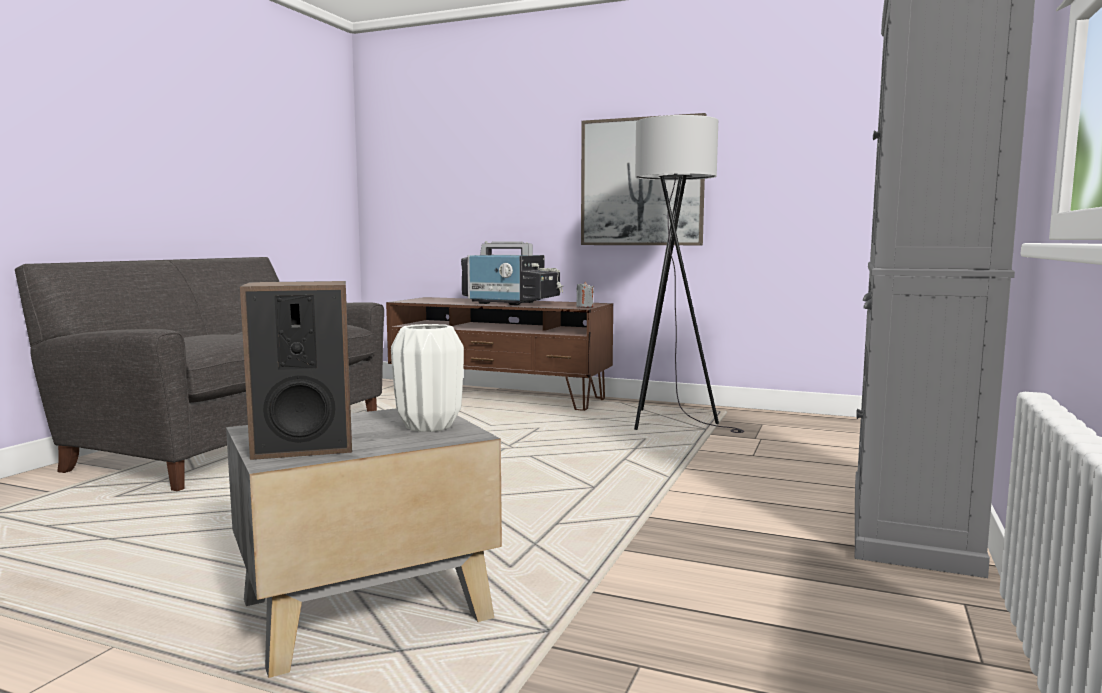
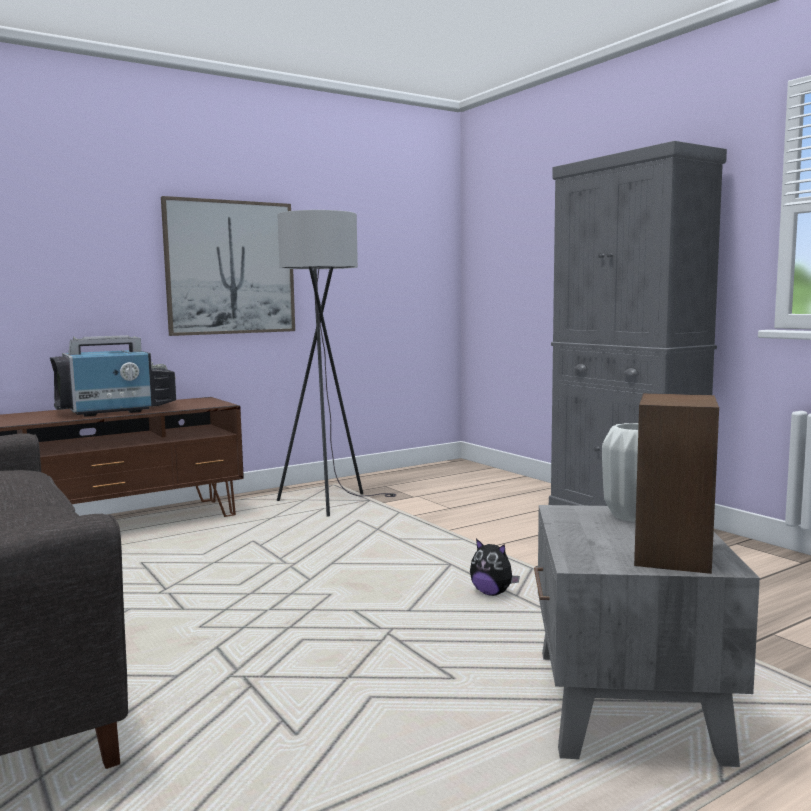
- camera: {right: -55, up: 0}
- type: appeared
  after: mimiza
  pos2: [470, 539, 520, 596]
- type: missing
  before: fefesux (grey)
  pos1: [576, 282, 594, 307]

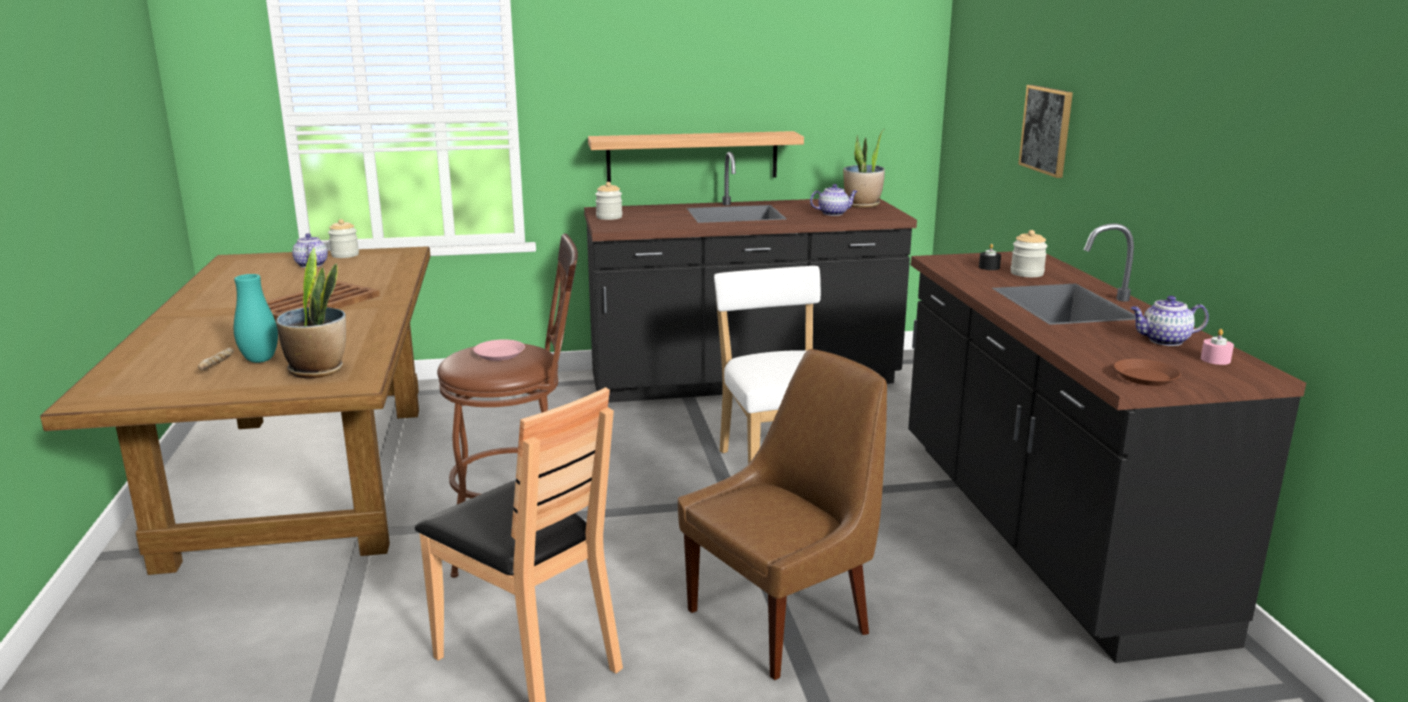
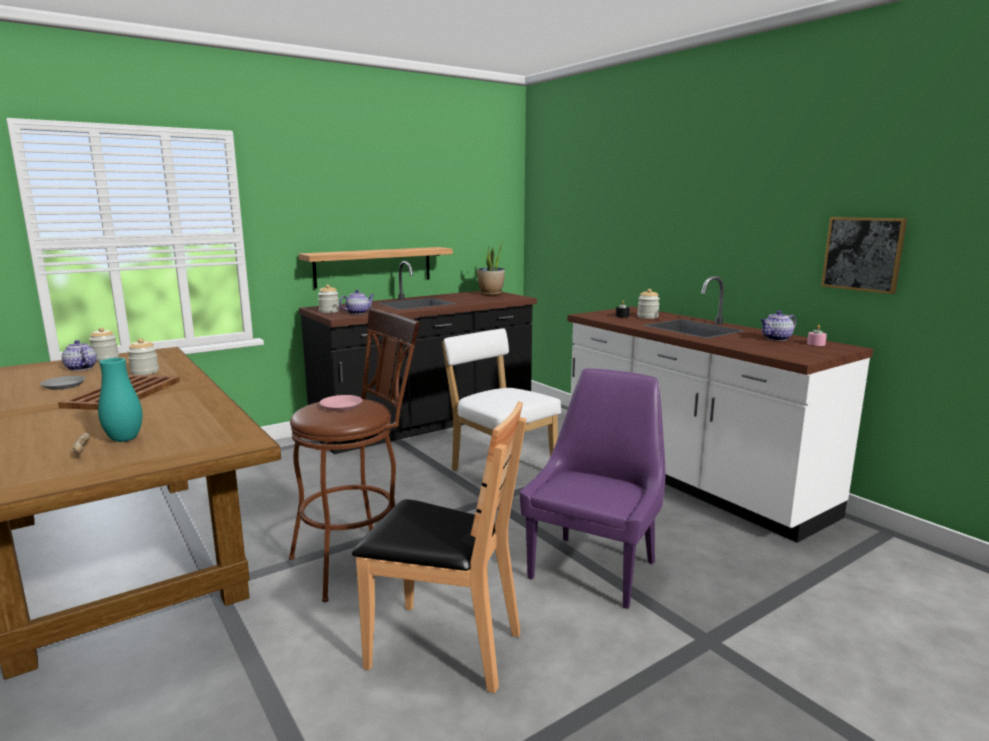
- camera: {right: -25, up: -5}
- type: appeared
  after: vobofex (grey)
  pos2: [40, 376, 86, 390]
- type: appeared
  after: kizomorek
  pos2: [127, 338, 159, 375]
- type: relocated
  before: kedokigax
  pos1: [810, 184, 858, 216]
  pos2: [339, 290, 375, 314]
- type: colour
  before: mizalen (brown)
  after: mizalen (purple)
  pos1: [678, 349, 887, 680]
  pos2: [520, 369, 665, 609]
- type: colour
  before: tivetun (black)
  after: tivetun (white)
  pos1: [908, 223, 1306, 663]
  pos2: [567, 276, 873, 543]
- type: relocated
  before: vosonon
  pos1: [1018, 85, 1073, 178]
  pos2: [821, 217, 907, 294]
- type: missing
  before: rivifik
  pos1: [276, 248, 346, 378]
- type: missing
  before: vobofex (brown)
  pos1: [1114, 359, 1181, 386]

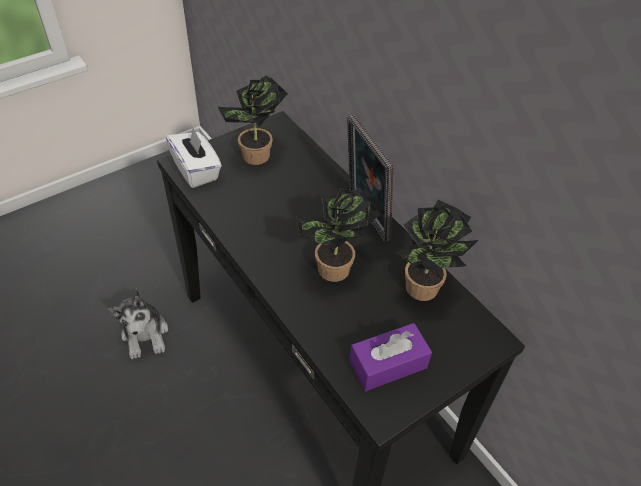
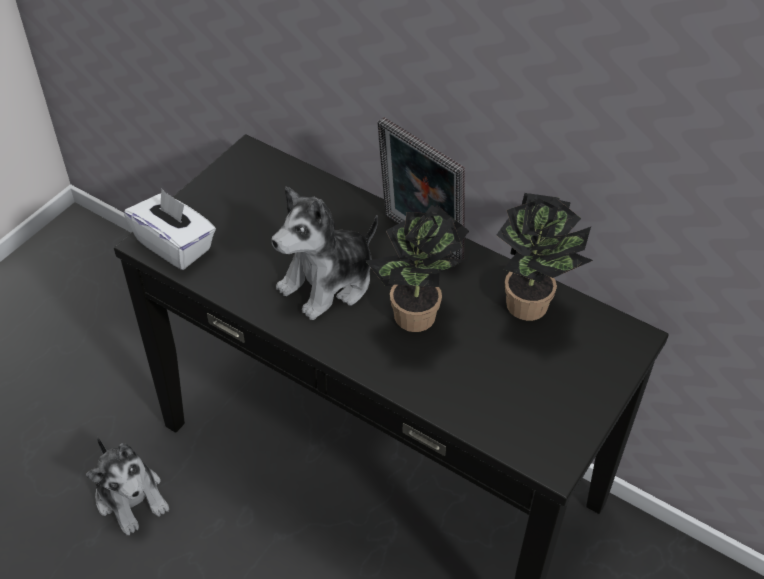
- camera: {right: -20, up: 0}
- type: appeared
  after: mimiza
  pos2: [272, 187, 378, 320]
- type: missing
  before: rivifik
  pos1: [218, 75, 288, 165]
- type: missing
  before: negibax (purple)
  pos1: [349, 323, 432, 391]

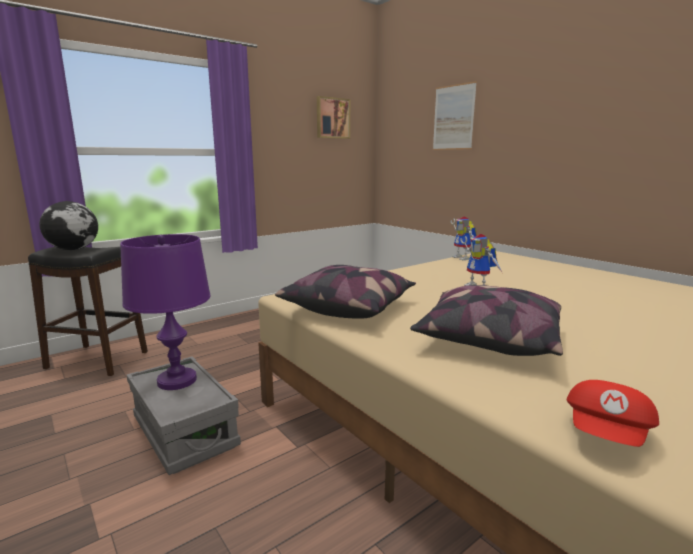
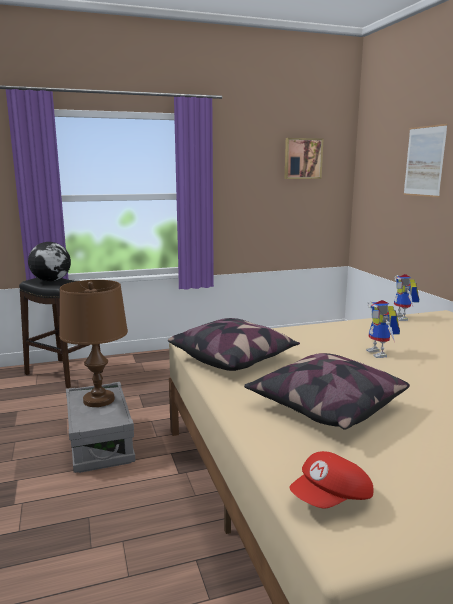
- camera: {right: 20, up: 0}
- type: colour
  before: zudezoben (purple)
  after: zudezoben (brown)
  pos1: [120, 234, 210, 390]
  pos2: [59, 280, 128, 407]

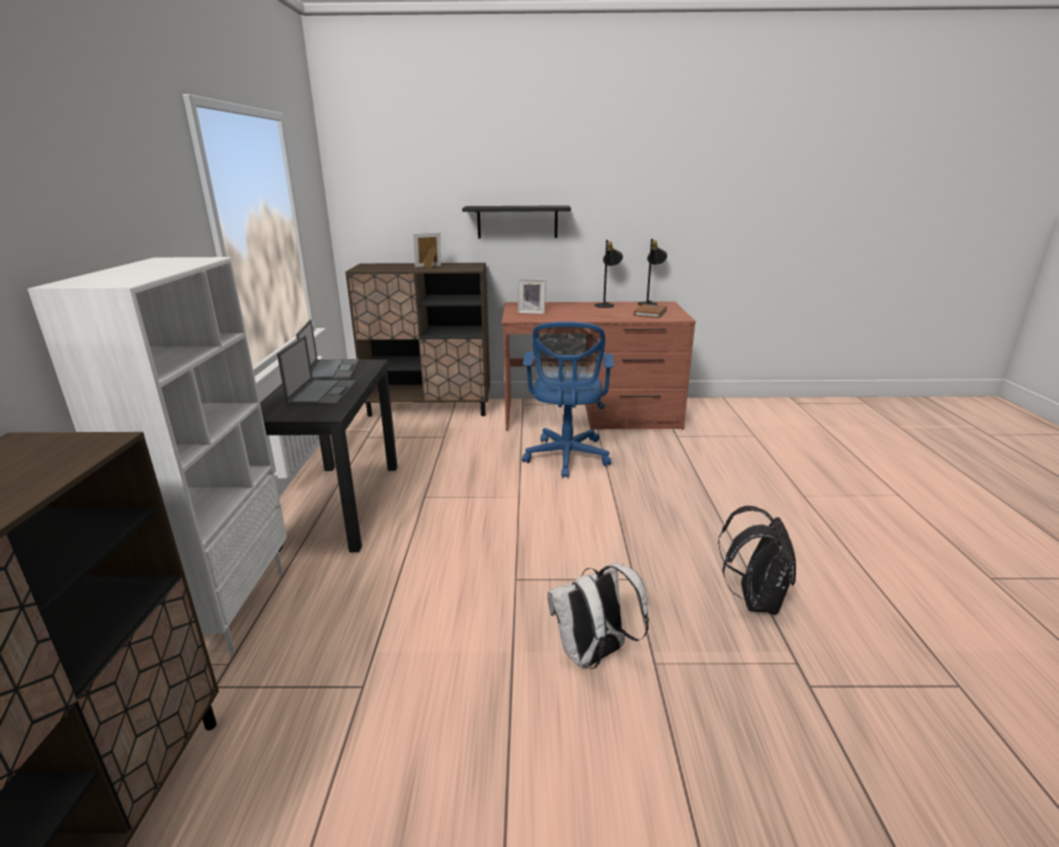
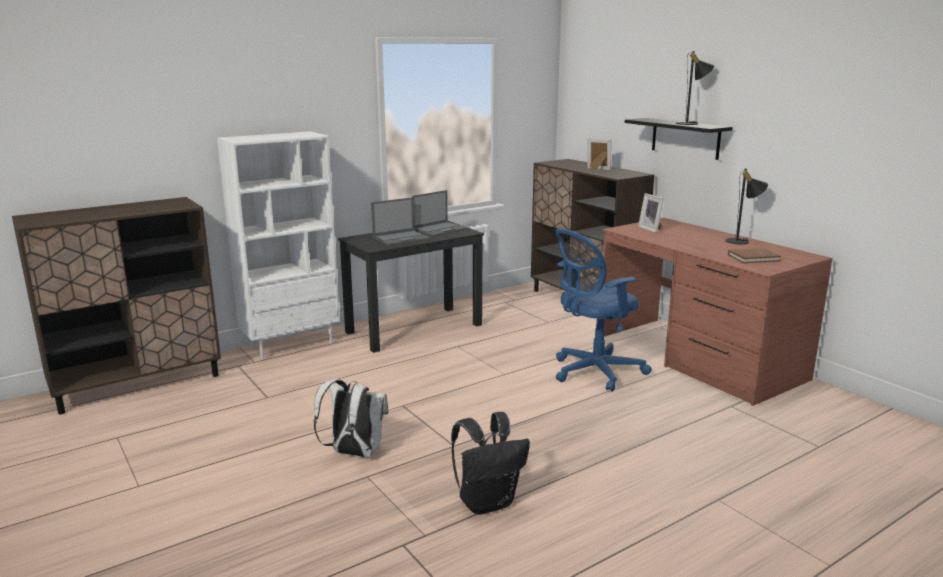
- camera: {right: 55, up: -5}
- type: relocated
  before: zudezoben (black)
  pos1: [637, 239, 667, 306]
  pos2: [676, 51, 715, 125]

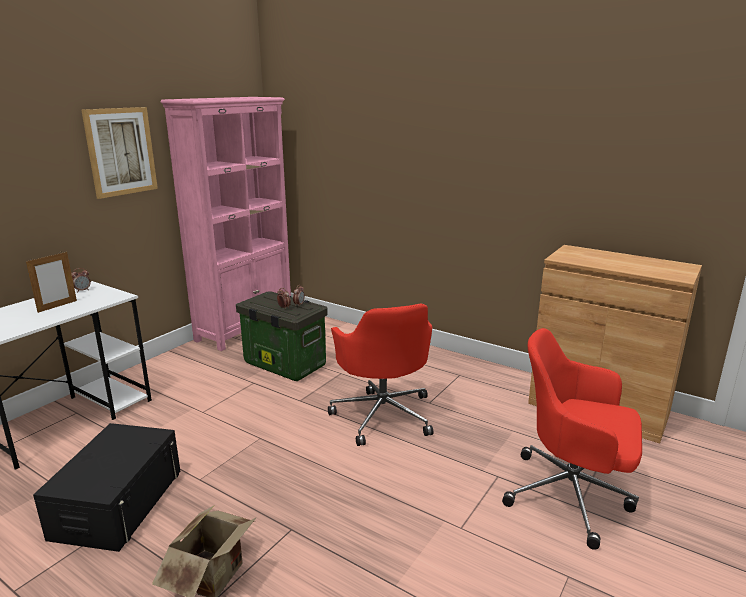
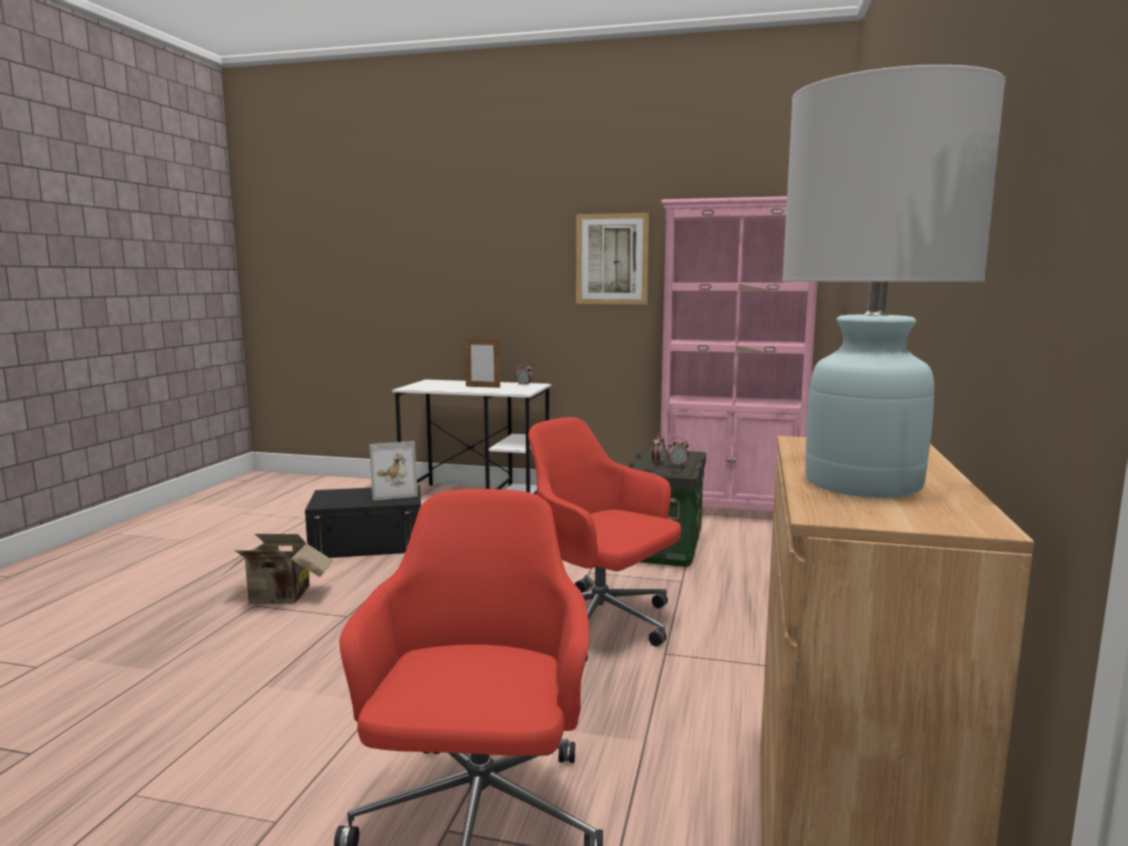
- camera: {right: 70, up: -10}
- type: appeared
  after: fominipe
  pos2: [369, 441, 418, 501]
- type: spun
  before: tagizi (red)
  pos1: [328, 304, 433, 446]
  pos2: [528, 417, 681, 662]
  turn: 75
- type: appeared
  after: zudezoben (white)
  pos2: [782, 65, 1005, 498]

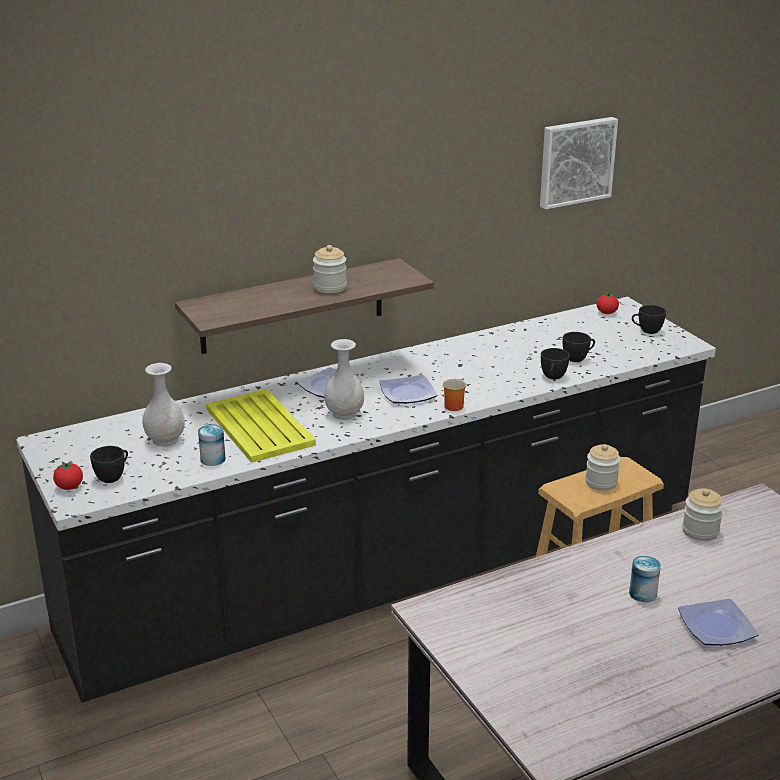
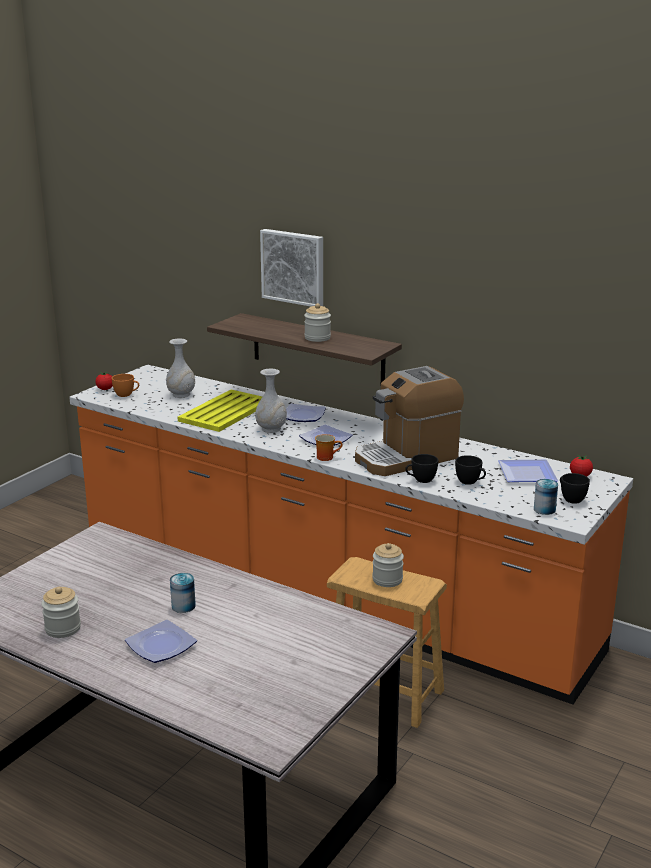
- camera: {right: 60, up: -5}
- type: relocated
  before: kizomorek
  pos1: [682, 489, 724, 541]
  pos2: [41, 587, 81, 638]
- type: colour
  before: tivetun (black)
  after: tivetun (orange)
  pos1: [16, 297, 716, 703]
  pos2: [69, 364, 633, 705]
- type: colour
  before: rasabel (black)
  after: rasabel (orange)
  pos1: [90, 446, 128, 483]
  pos2: [112, 374, 139, 397]
- type: relocated
  before: vosonon
  pos1: [540, 117, 618, 209]
  pos2: [260, 229, 323, 307]
- type: appeared
  after: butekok
  pos2: [355, 366, 464, 476]
- type: appeared
  after: vobofex
  pos2: [498, 460, 558, 482]
- type: relocated
  before: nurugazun
  pos1: [198, 424, 225, 466]
  pos2: [534, 479, 558, 515]

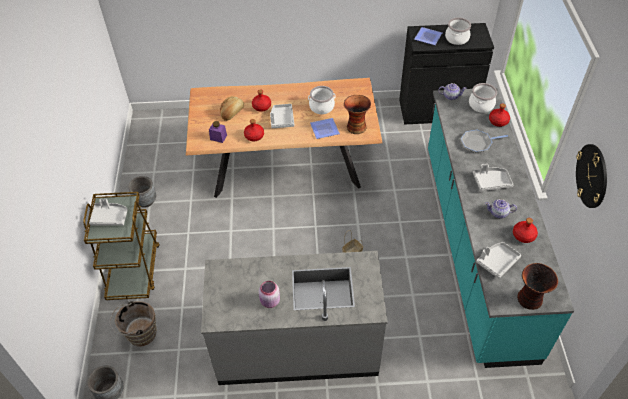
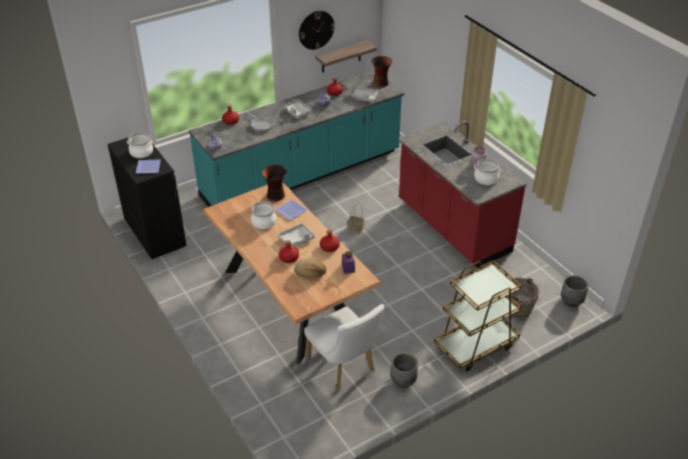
- camera: {right: -120, up: -10}
- type: appeared
  after: mizalen (white)
  pos2: [304, 304, 385, 391]
- type: appeared
  after: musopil
  pos2: [315, 40, 377, 72]
- type: colour
  before: tivetun (grey)
  after: tivetun (red)
  pos1: [201, 251, 388, 385]
  pos2: [398, 121, 527, 268]
- type: relocated
  before: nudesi
  pos1: [469, 83, 497, 113]
  pos2: [474, 158, 501, 185]
- type: missing
  before: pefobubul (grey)
  pos1: [89, 199, 128, 226]

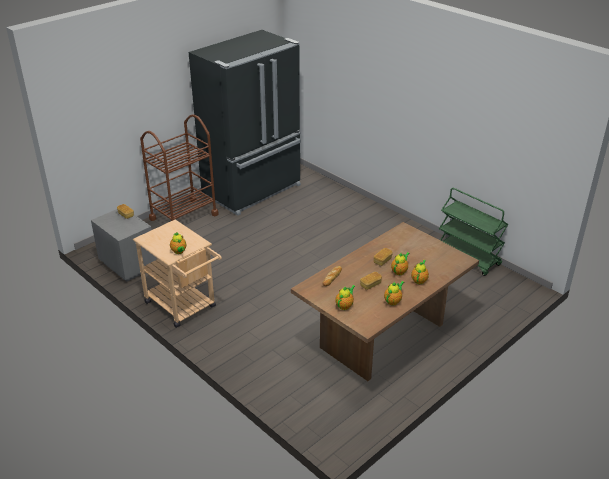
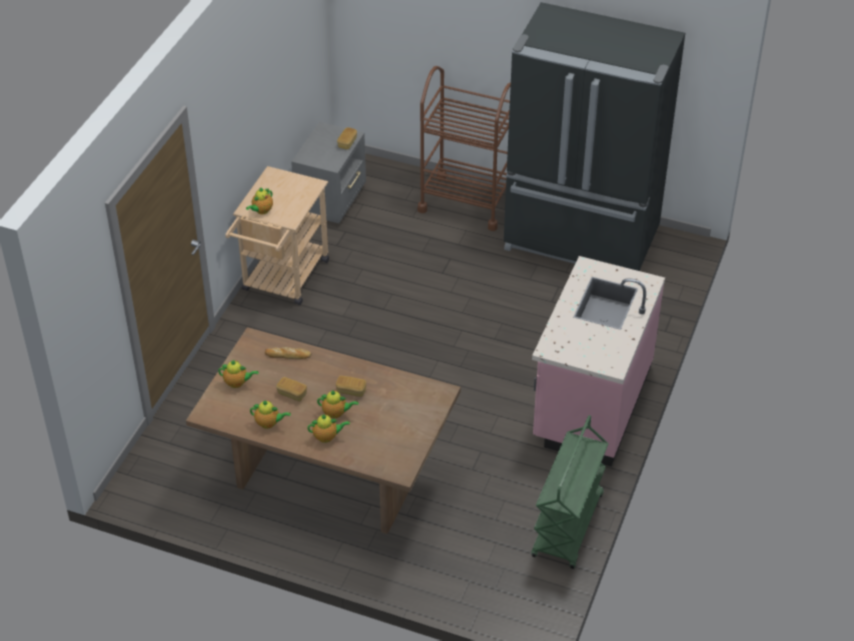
- camera: {right: 65, up: 10}
- type: appeared
  after: tivetun (pink)
  pos2: [532, 256, 665, 467]

